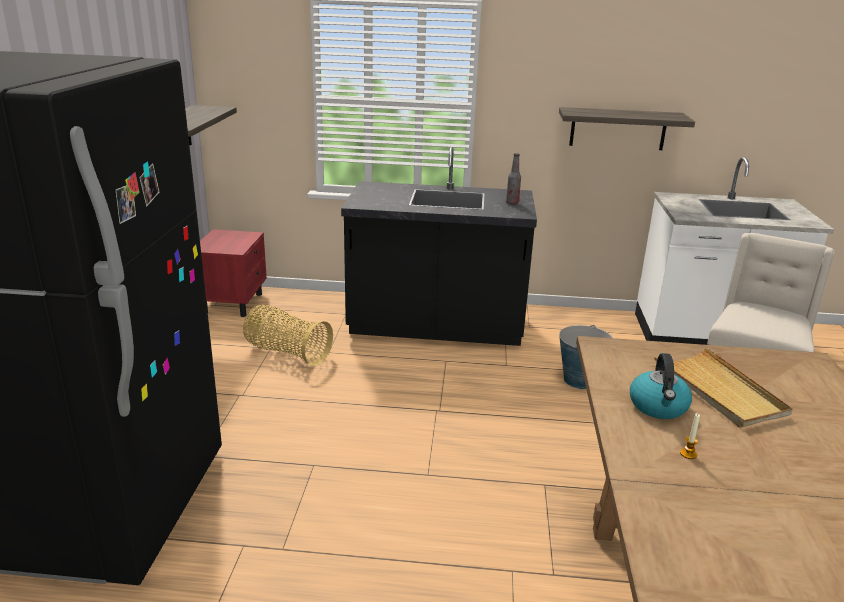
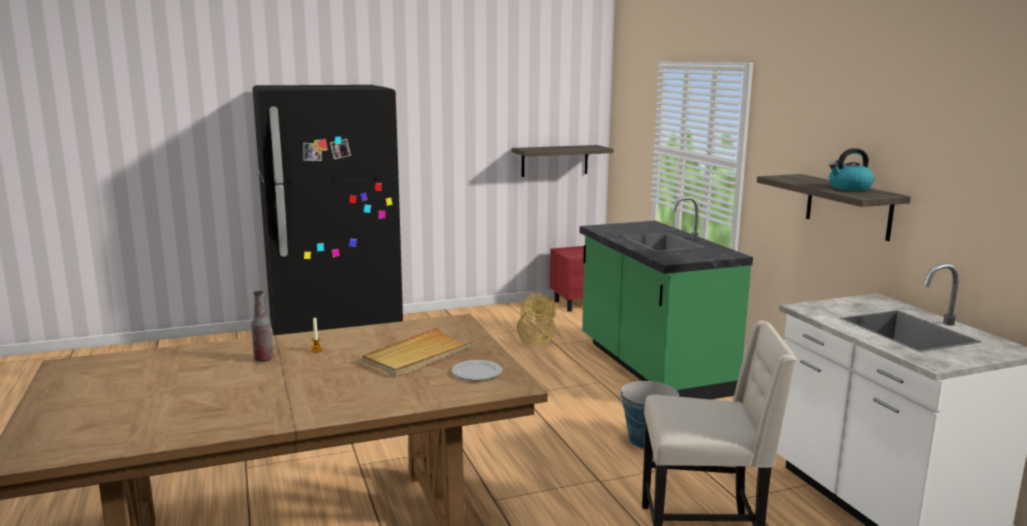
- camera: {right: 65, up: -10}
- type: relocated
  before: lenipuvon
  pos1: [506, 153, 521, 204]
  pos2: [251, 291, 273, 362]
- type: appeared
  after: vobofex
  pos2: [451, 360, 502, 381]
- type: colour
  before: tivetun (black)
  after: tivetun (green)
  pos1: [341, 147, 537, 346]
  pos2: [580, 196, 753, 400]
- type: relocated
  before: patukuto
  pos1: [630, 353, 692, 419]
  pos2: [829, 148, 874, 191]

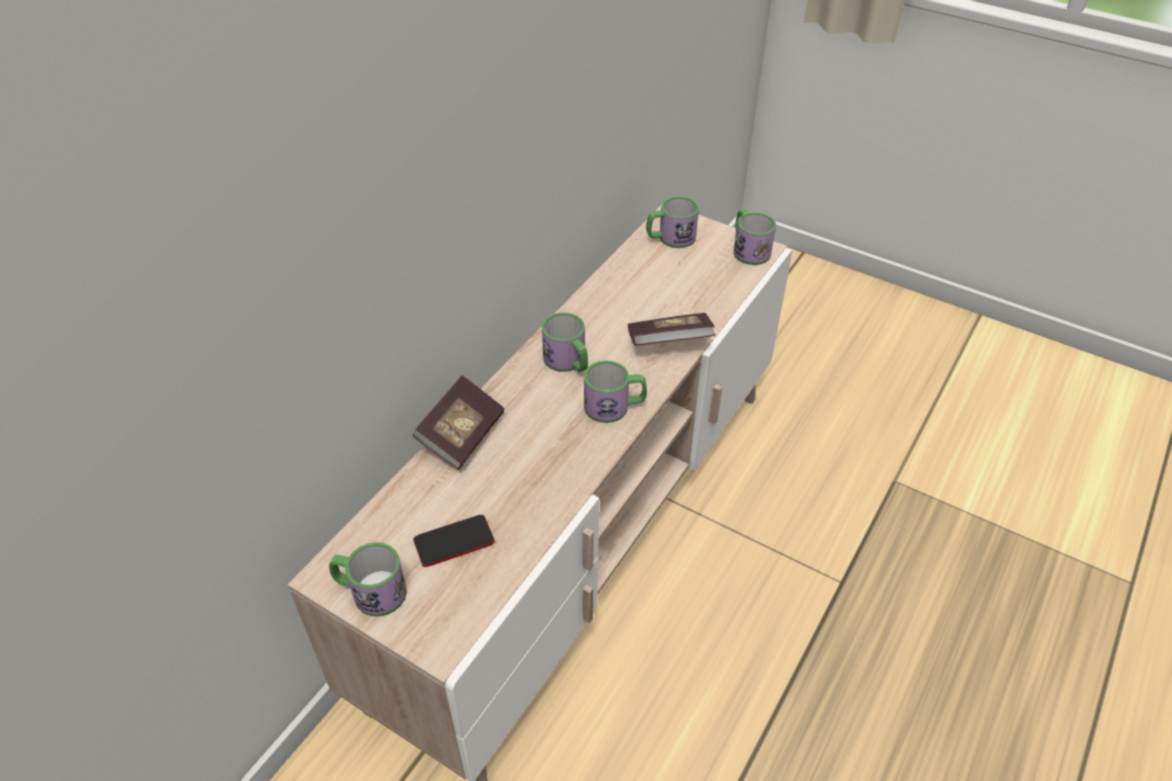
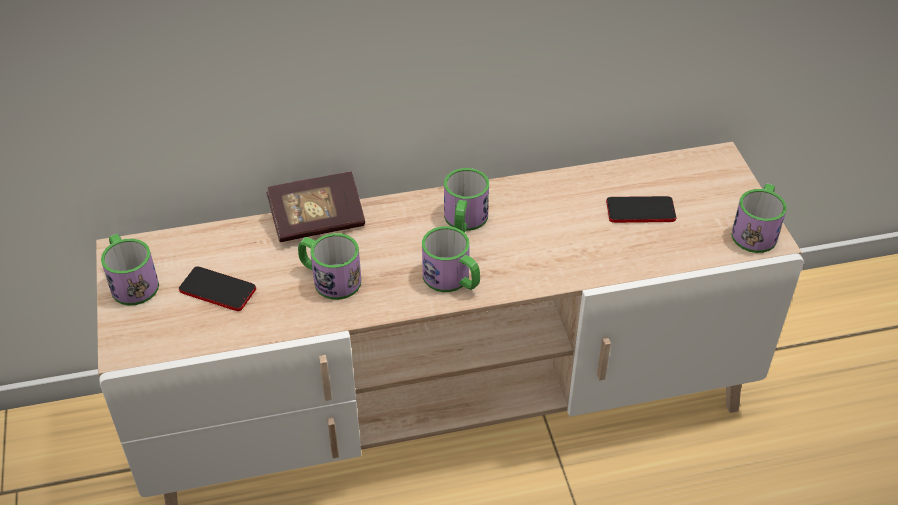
- camera: {right: 45, up: 0}
- type: relocated
  before: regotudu
  pos1: [646, 196, 699, 248]
  pos2: [298, 233, 361, 300]
- type: appeared
  after: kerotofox
  pos2: [606, 196, 676, 223]
- type: missing
  before: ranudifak
  pos1: [628, 313, 715, 346]

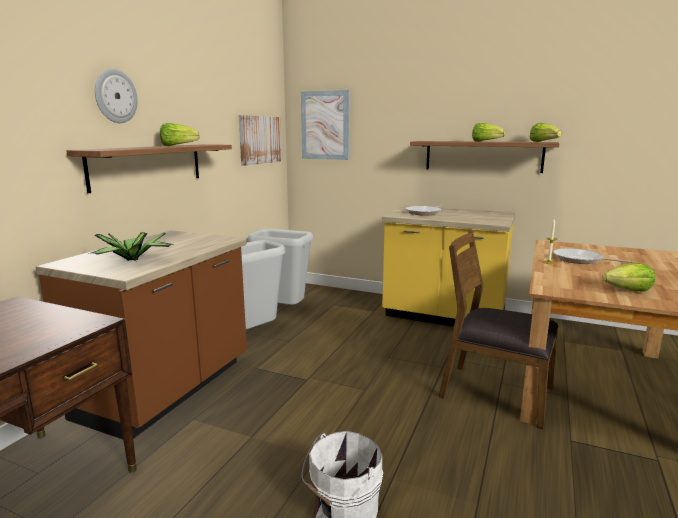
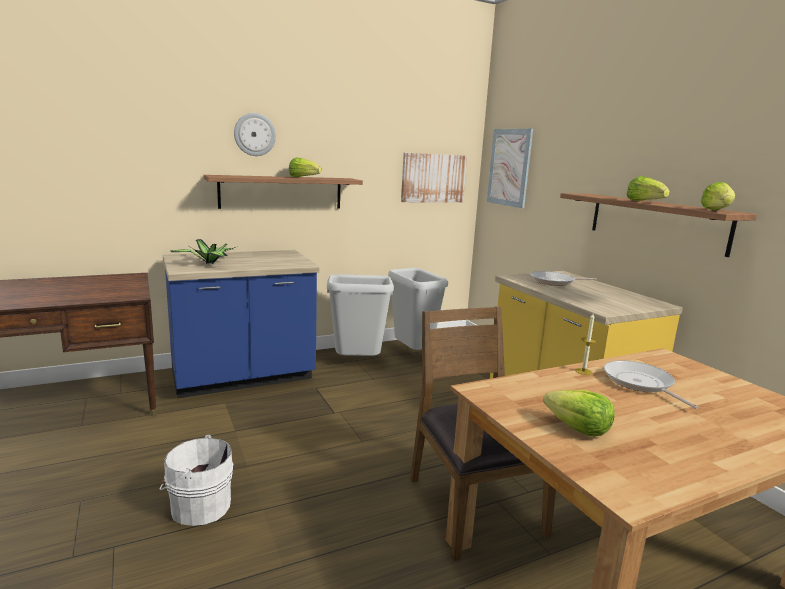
- camera: {right: 40, up: 0}
- type: colour
  before: tivetun (brown)
  after: tivetun (blue)
  pos1: [36, 230, 247, 439]
  pos2: [163, 250, 320, 398]

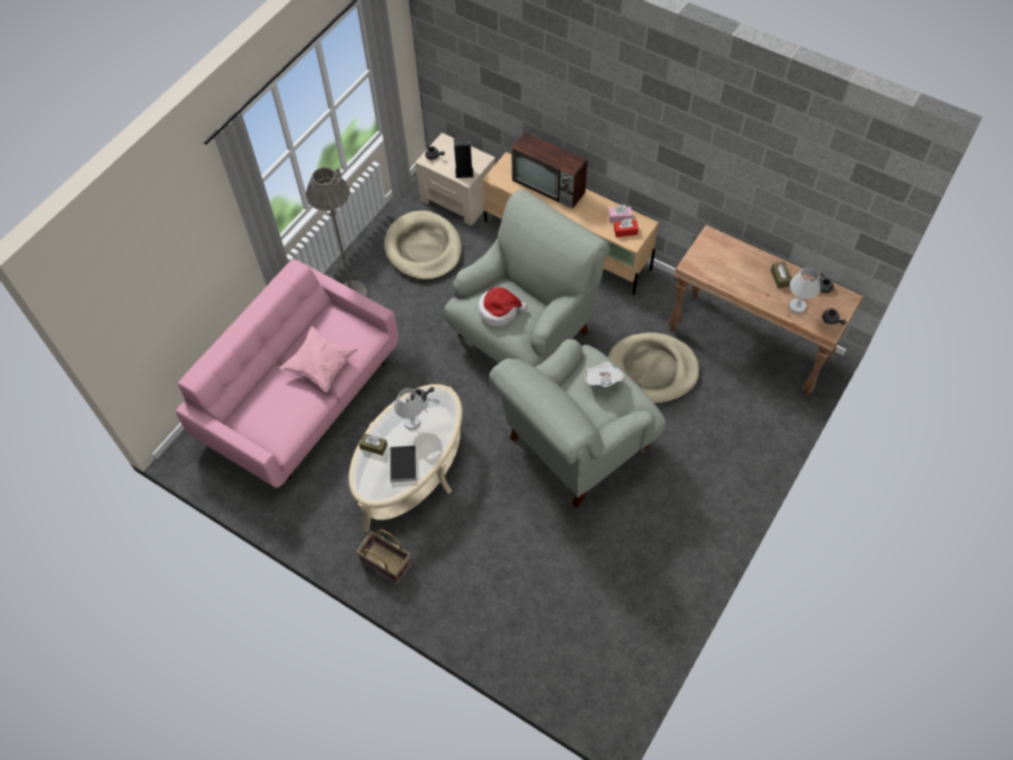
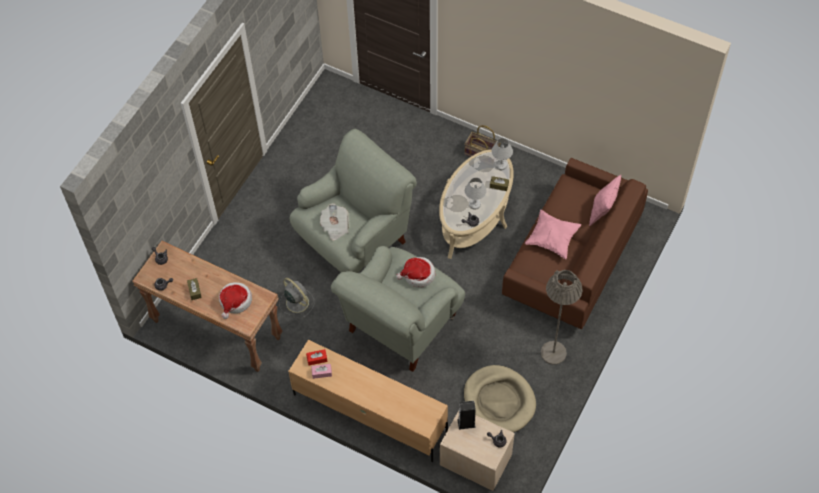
- camera: {right: 175, up: 0}
- type: appeared
  after: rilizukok
  pos2: [219, 282, 252, 319]
- type: exchanged
  before: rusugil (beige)
  after: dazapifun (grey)
  pos1: [608, 333, 699, 404]
  pos2: [279, 278, 314, 318]
- type: relocated
  before: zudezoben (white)
  pos1: [789, 268, 821, 313]
  pos2: [492, 138, 513, 170]
- type: colour
  before: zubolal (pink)
  after: zubolal (brown)
  pos1: [176, 259, 399, 488]
  pos2: [502, 158, 648, 329]
- type: appeared
  after: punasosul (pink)
  pos2: [589, 175, 621, 226]
- type: missing
  before: ranudifak
  pos1: [390, 446, 417, 489]
- type: missing
  before: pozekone
  pos1: [511, 132, 587, 209]

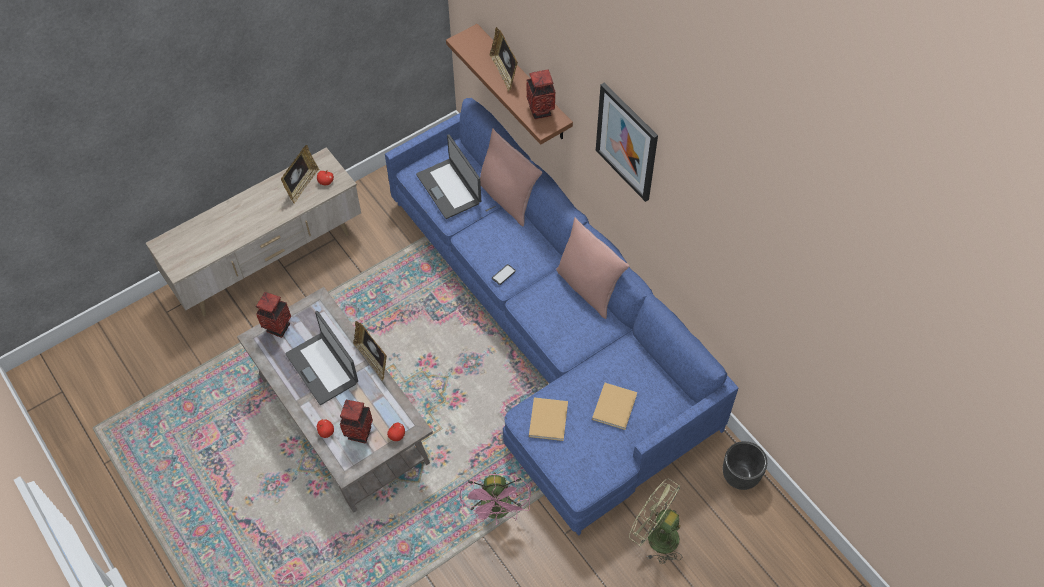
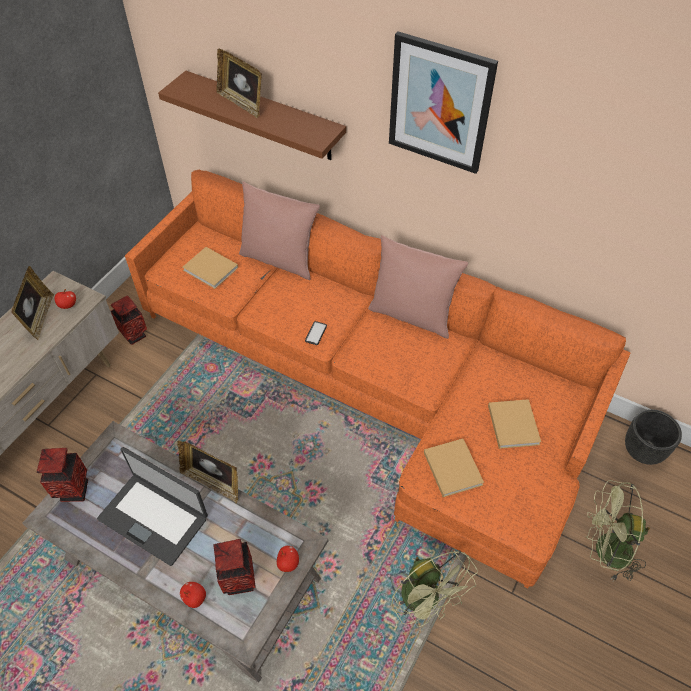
- camera: {right: -25, up: -5}
- type: relocated
  before: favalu
  pos1: [526, 70, 555, 119]
  pos2: [111, 296, 147, 345]
- type: colour
  before: zubolal (blue)
  after: zubolal (orange)
  pos1: [385, 98, 738, 536]
  pos2: [125, 170, 630, 589]
- type: exchanged
  before: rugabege
  after: ranudifak (beige)
  pos1: [416, 134, 481, 219]
  pos2: [182, 247, 238, 289]
- type: colour
  before: dazapifun (pink)
  after: dazapifun (green)
  pos1: [459, 472, 531, 525]
  pos2: [391, 550, 478, 627]

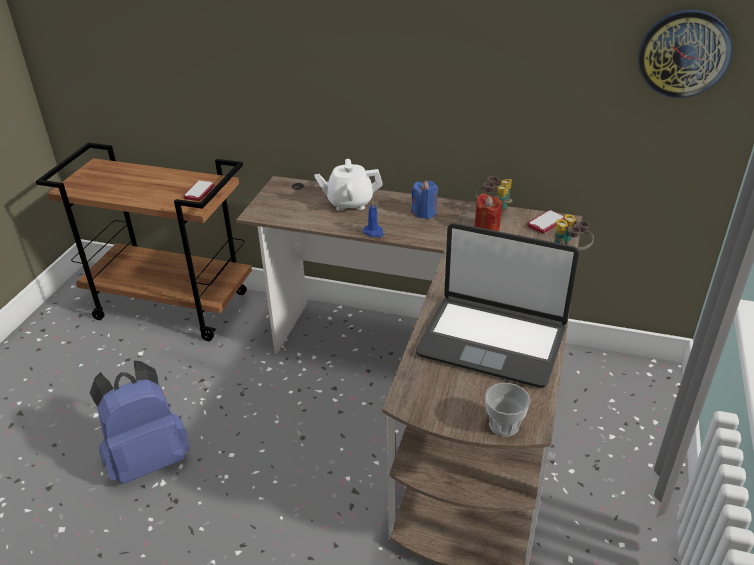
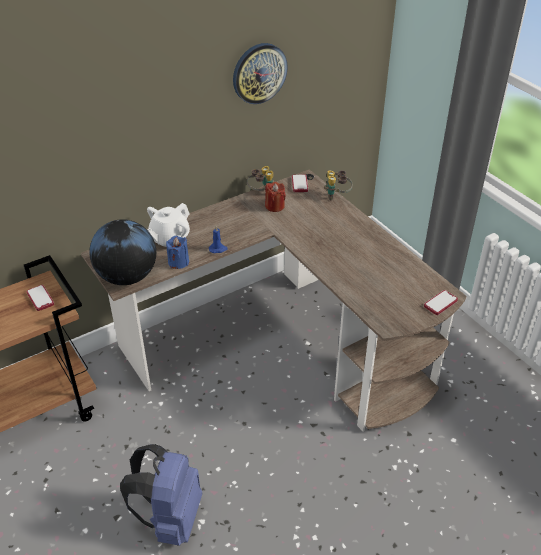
- camera: {right: -50, up: 5}
- type: appeared
  after: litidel
  pos2: [89, 219, 156, 285]
- type: relocated
  before: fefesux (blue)
  pos1: [411, 180, 438, 219]
  pos2: [166, 236, 189, 269]
- type: relocated
  before: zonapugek
  pos1: [638, 10, 733, 98]
  pos2: [233, 43, 288, 104]
- type: exchanged
  before: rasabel
  after: kerotofox
  pos1: [485, 383, 530, 437]
  pos2: [424, 290, 458, 315]
- type: missing
  before: rugabege
  pos1: [416, 223, 579, 388]

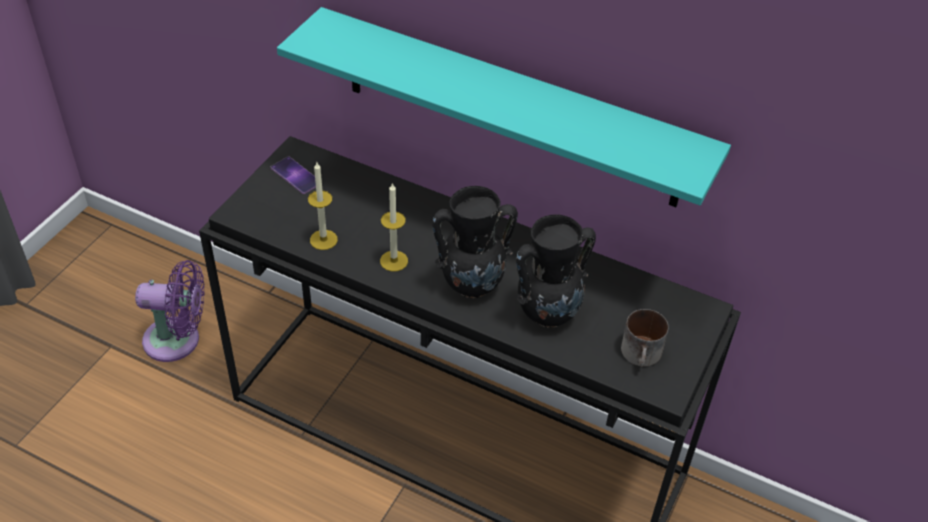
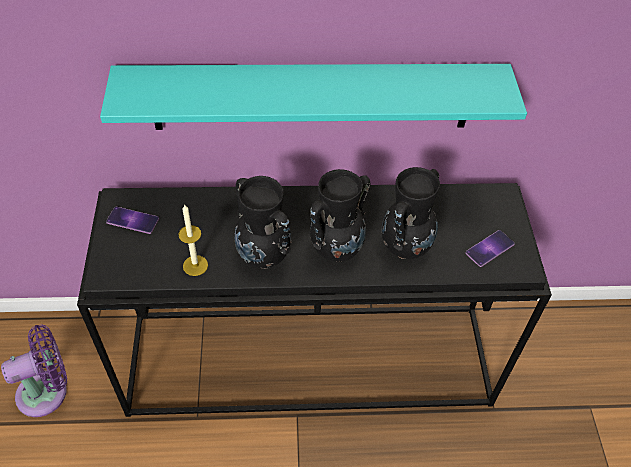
- camera: {right: -30, up: 5}
- type: exchanged
  before: fefesux
  after: favalu (black)
  pos1: [380, 183, 408, 272]
  pos2: [234, 176, 291, 269]
- type: exchanged
  before: regotudu
  after: kerotofox
  pos1: [621, 309, 669, 367]
  pos2: [466, 230, 515, 267]

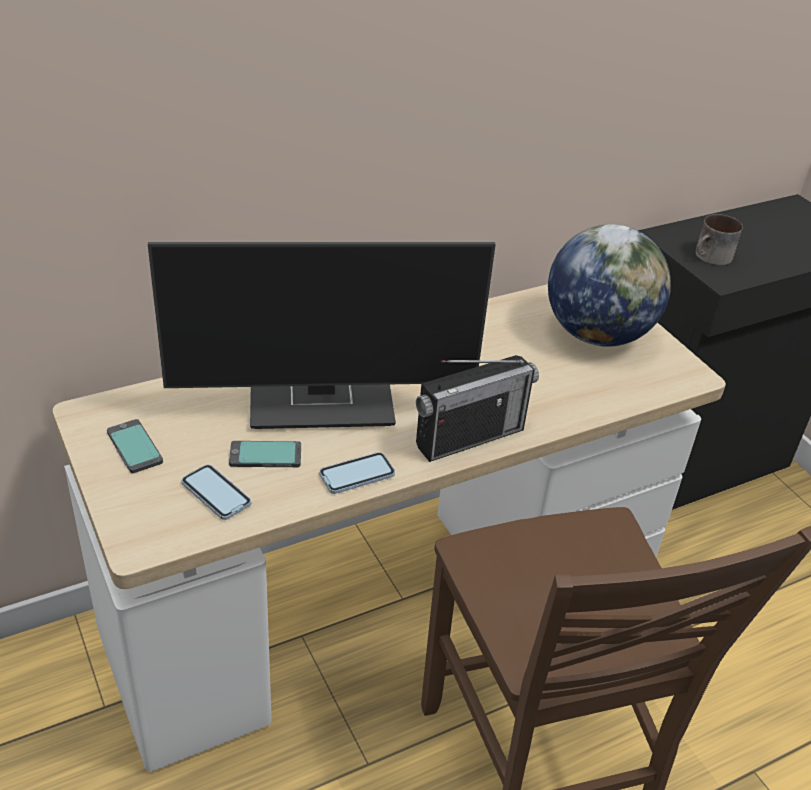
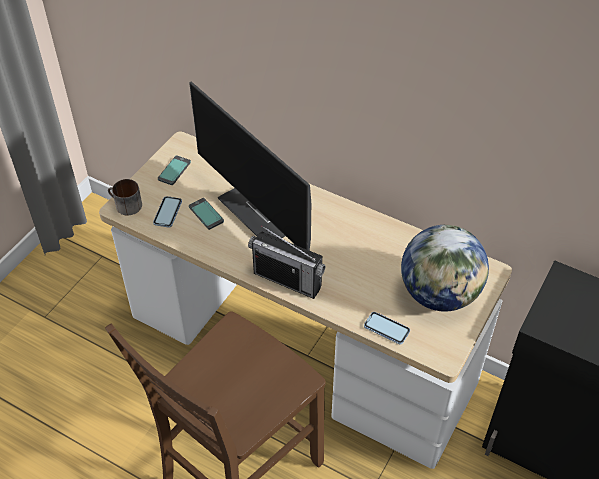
- camera: {right: 60, up: 10}
- type: relocated
  before: regotudu
  pos1: [696, 214, 743, 265]
  pos2: [108, 179, 142, 215]
- type: relocated
  before: kerotofox
  pos1: [319, 452, 395, 494]
  pos2: [364, 312, 410, 344]

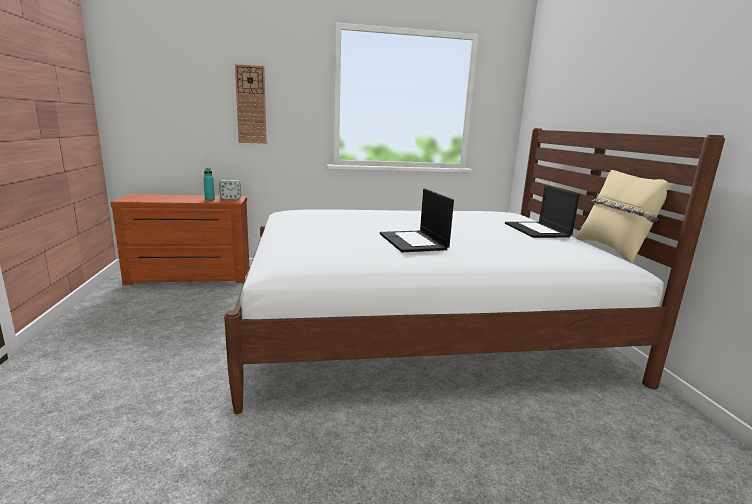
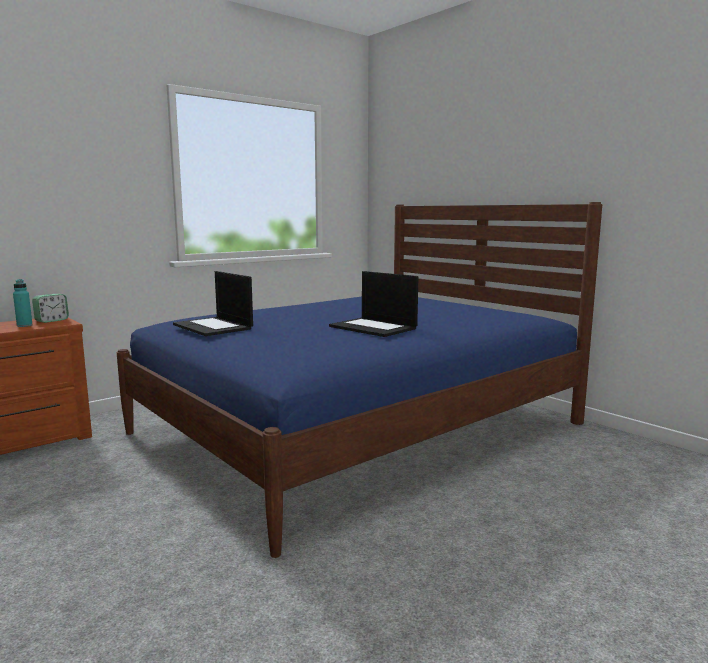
- camera: {right: -30, up: -5}
- type: colour
  before: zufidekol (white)
  after: zufidekol (blue)
  pos1: [224, 128, 725, 414]
  pos2: [117, 202, 602, 558]
- type: relocated
  before: rugabege
  pos1: [505, 186, 580, 238]
  pos2: [173, 271, 253, 336]
- type: missing
  before: zonapugek
  pos1: [235, 64, 267, 144]
- type: missing
  before: punasosul (beige)
  pos1: [576, 170, 674, 263]

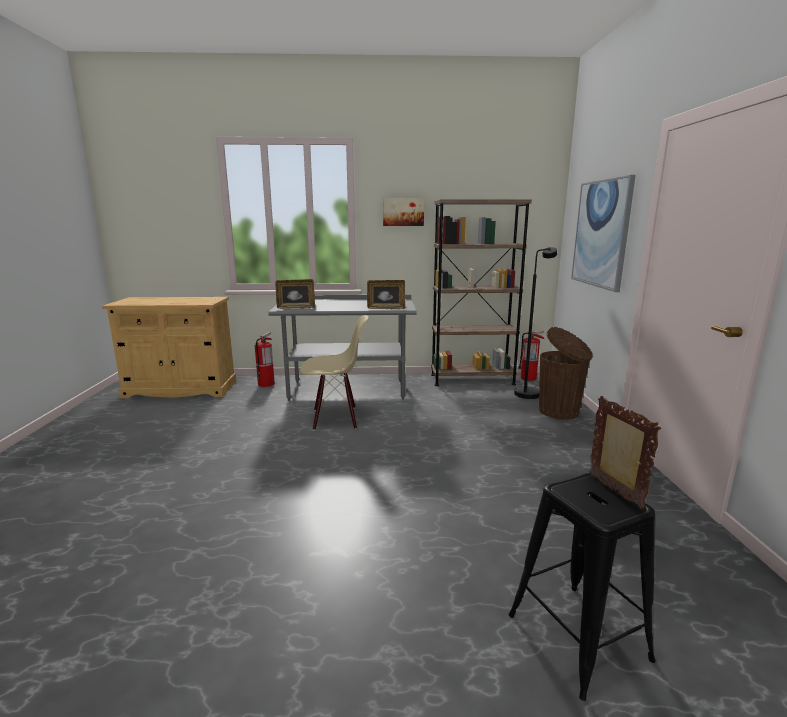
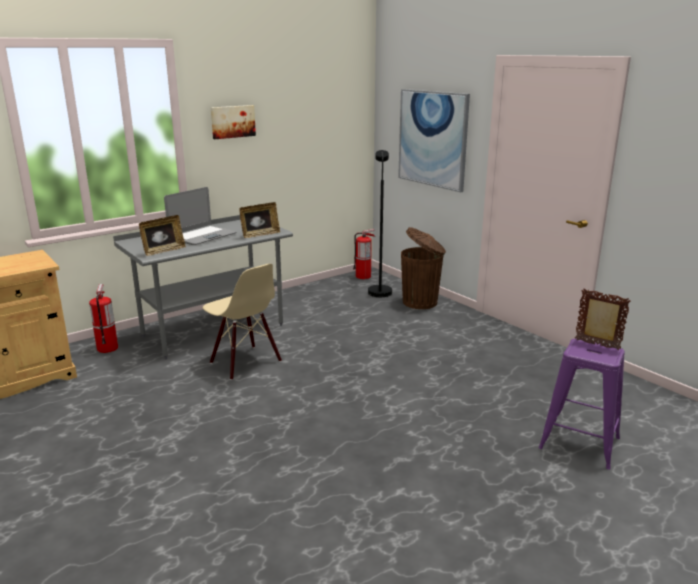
- camera: {right: -35, up: 5}
- type: appeared
  after: rugabege
  pos2: [164, 187, 237, 245]
- type: spun
  before: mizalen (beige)
  pos1: [300, 315, 369, 430]
  pos2: [203, 264, 282, 380]
  turn: 90
- type: colour
  before: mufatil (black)
  after: mufatil (purple)
  pos1: [508, 473, 655, 701]
  pos2: [538, 339, 625, 469]
- type: missing
  before: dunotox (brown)
  pos1: [431, 199, 532, 386]

